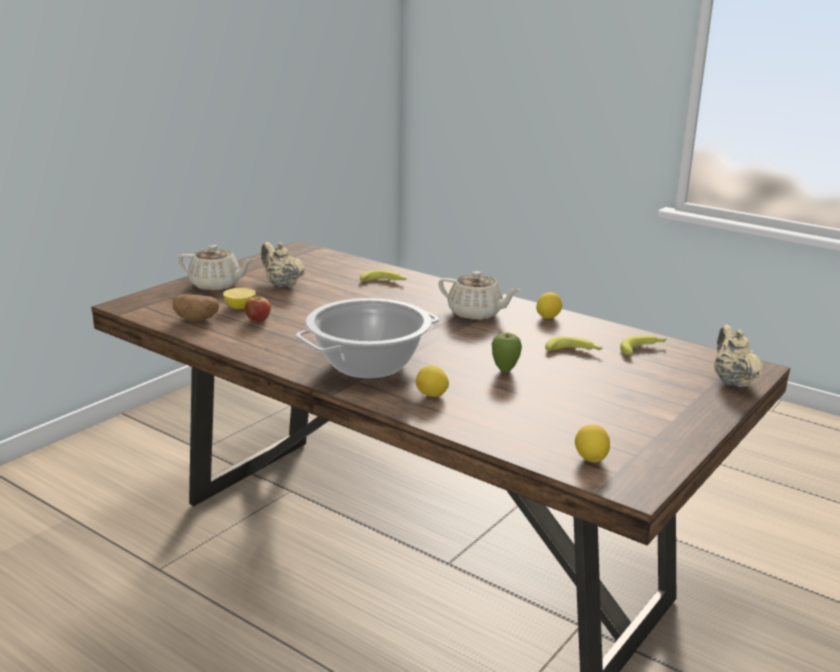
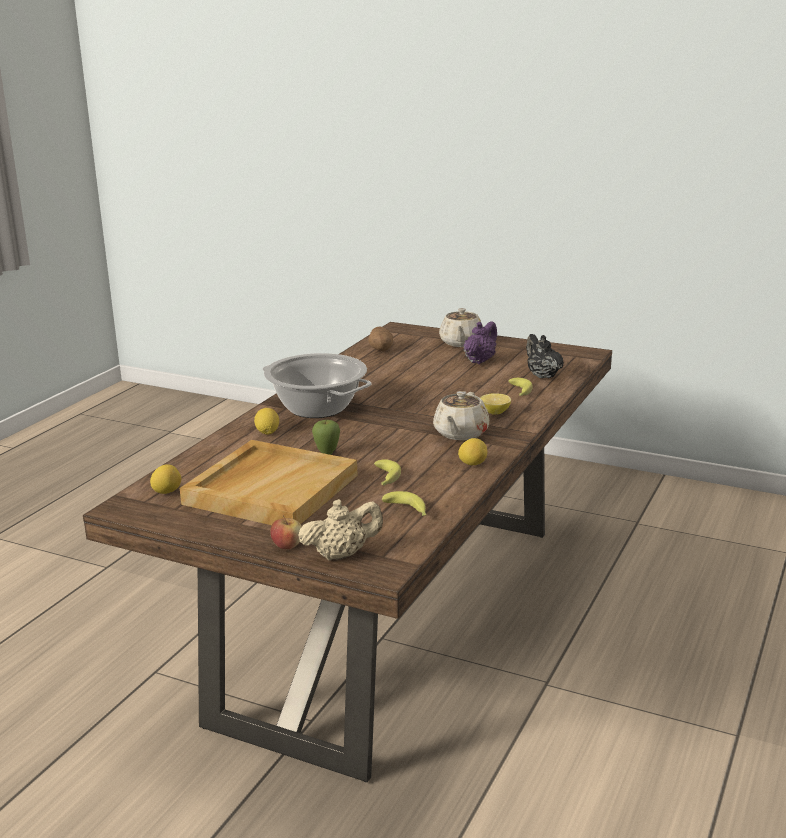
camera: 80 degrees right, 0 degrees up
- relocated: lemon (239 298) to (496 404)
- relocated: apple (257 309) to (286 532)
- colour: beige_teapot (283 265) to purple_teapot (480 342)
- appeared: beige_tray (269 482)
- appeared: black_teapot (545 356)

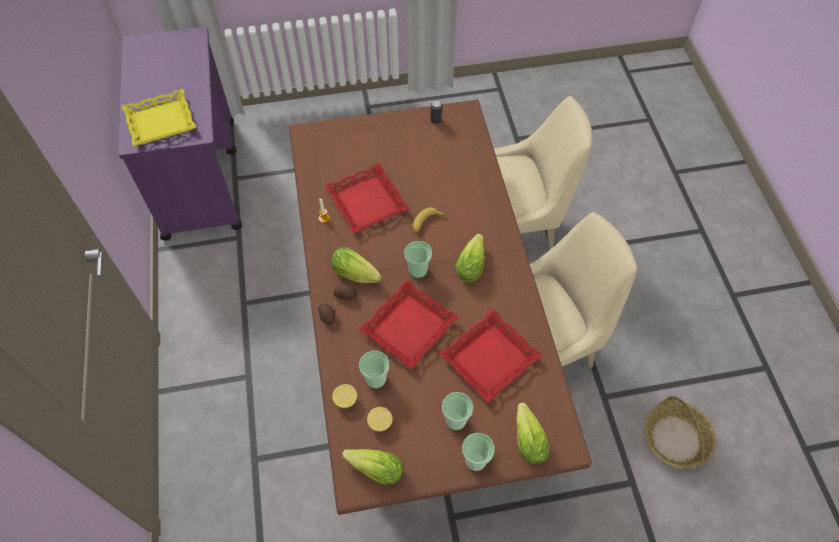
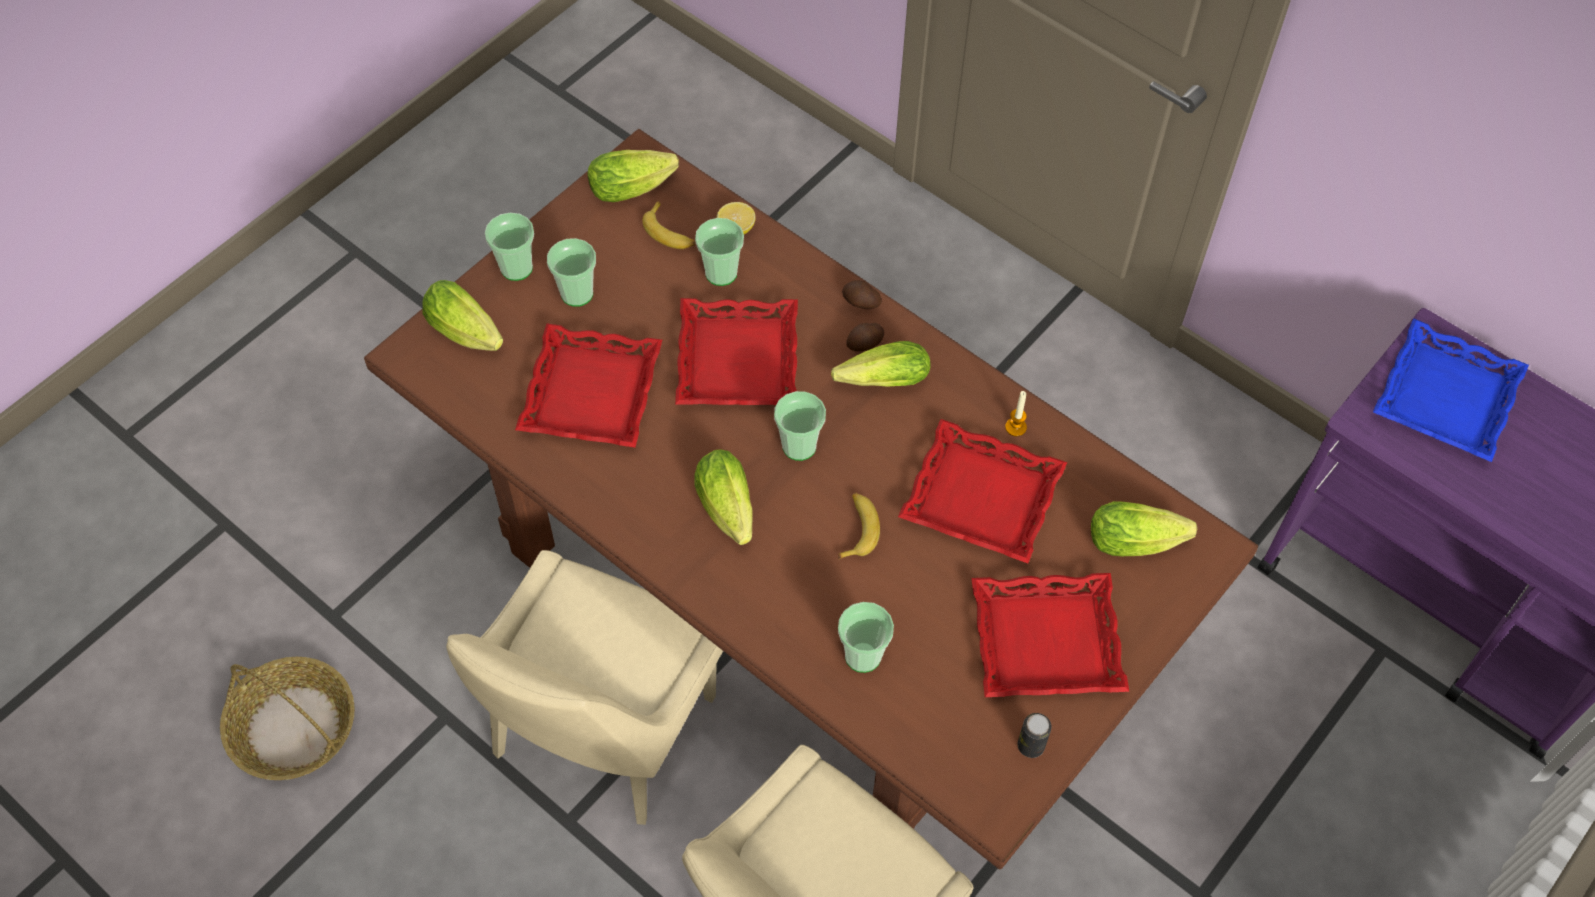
camera: 140 degrees right, 0 degrees up
- colour: yellow_tray (159 117) to blue_tray (1451 390)
- exchanged: lemon (380 419) to banana (668 225)
- appeared: cup (866 637)
- appeared: red_tray (1050 635)
- appeared: lettuce (1144 528)

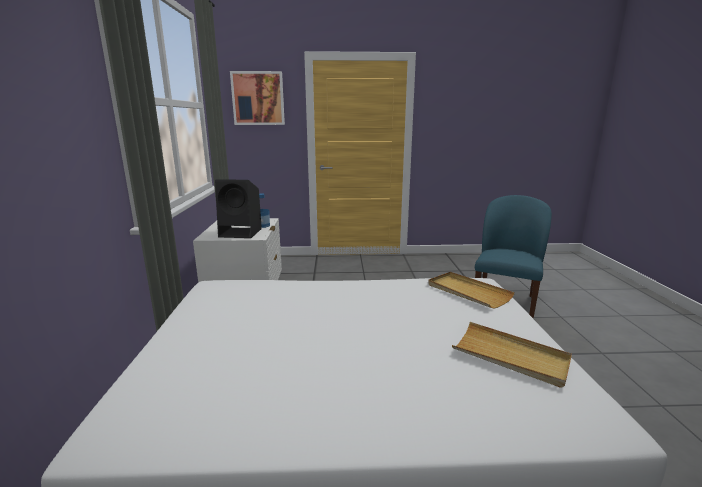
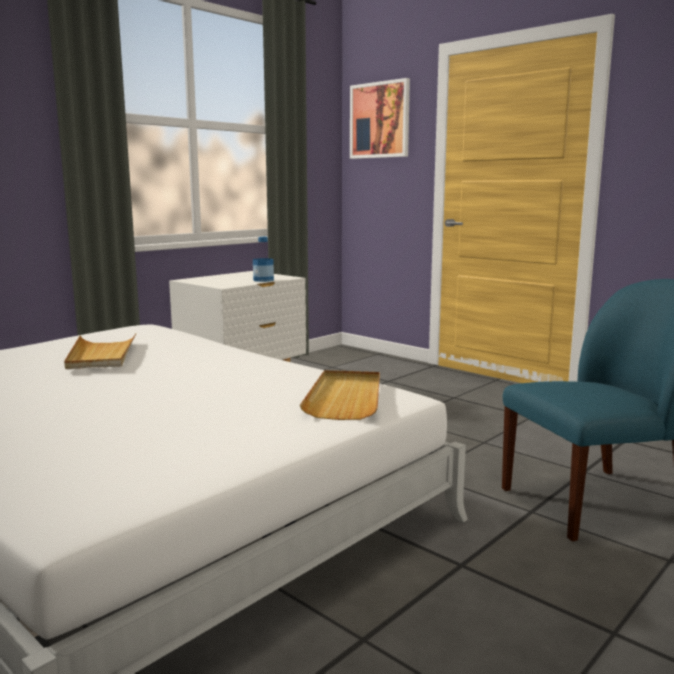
camera: 45 degrees right, 5 degrees down
- missing: black_speaker (238 208)
- relocated: beige_tray (512 355) to (100 351)

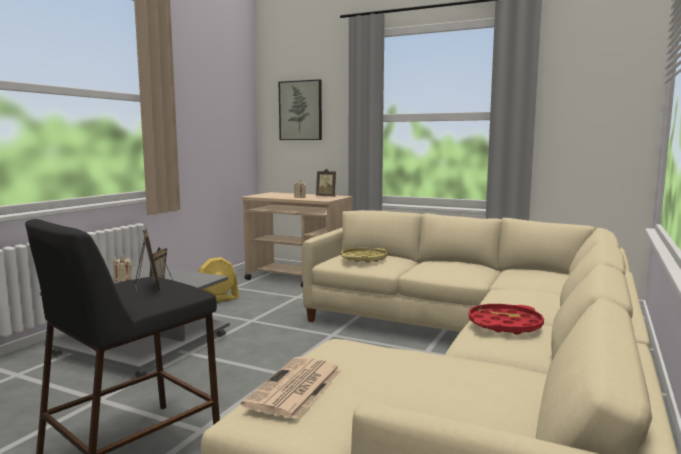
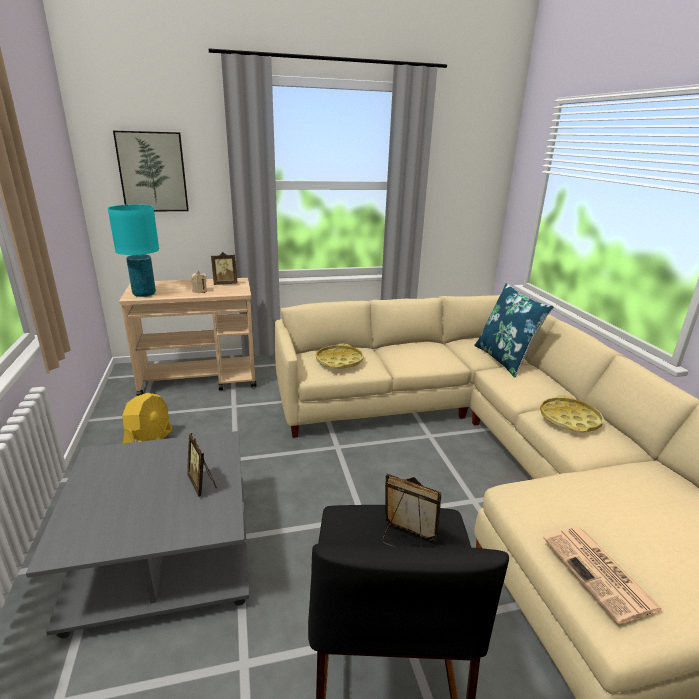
camera: 40 degrees left, 15 degrees up
- missing: beige_candle (122 269)
- colour: red_tray (506 319) to yellow_tray (572 413)
- appeared: turquoise_table_lamp (133 250)
- appeared: blue_pillow (514 330)

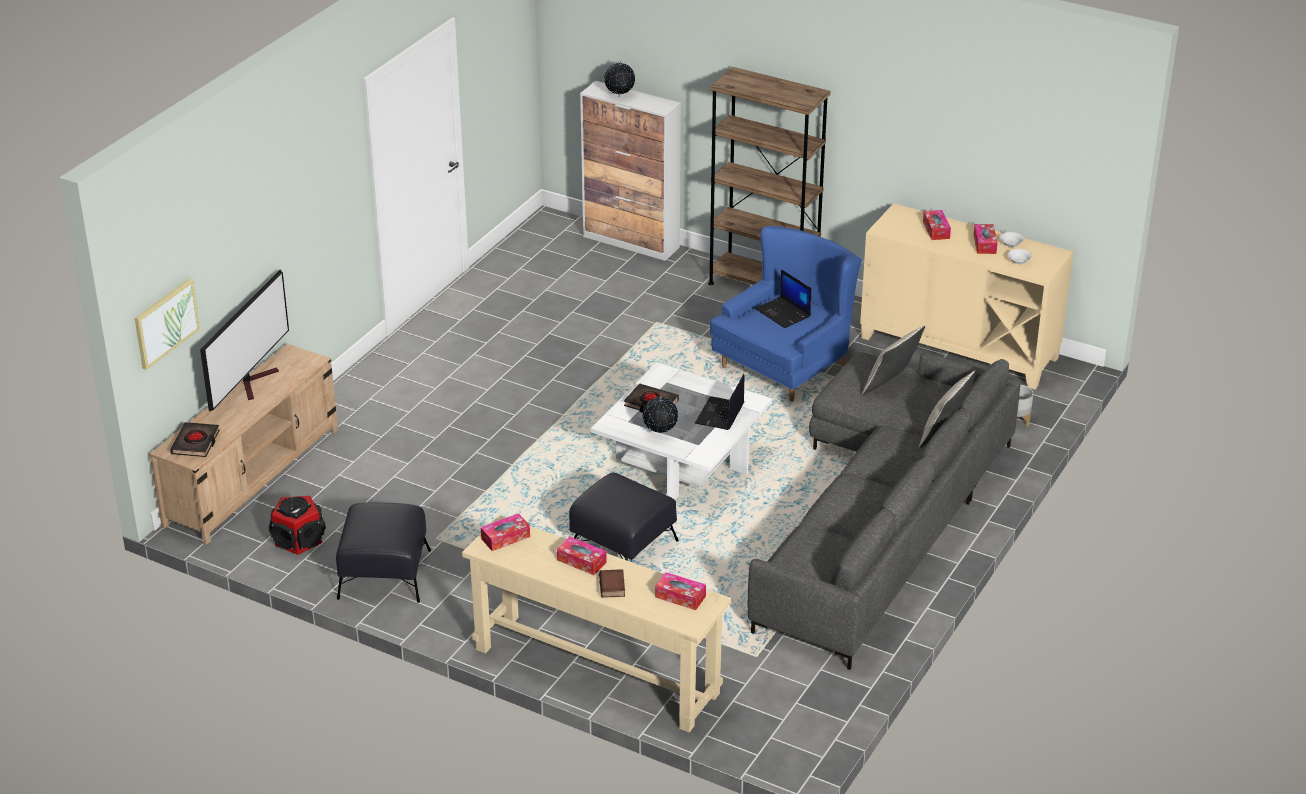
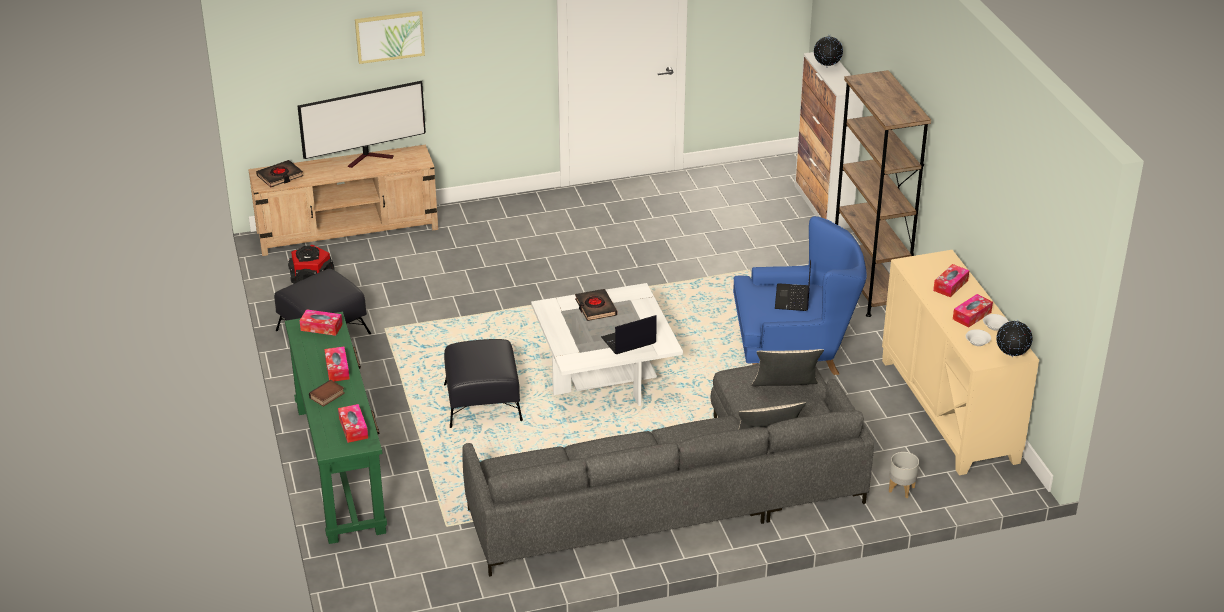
camera: 45 degrees right, 0 degrees up
- relocated: picture (167 324) to (390 37)
- colour: beige_console_table (596 624) to green_console_table (336 428)
- relocated: globe (660 415) to (1014 338)

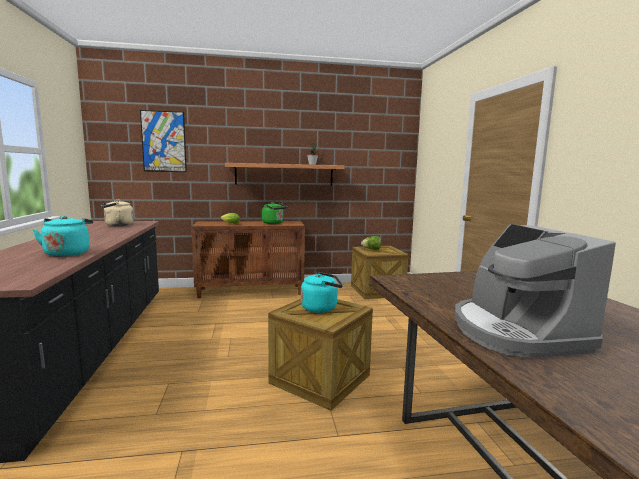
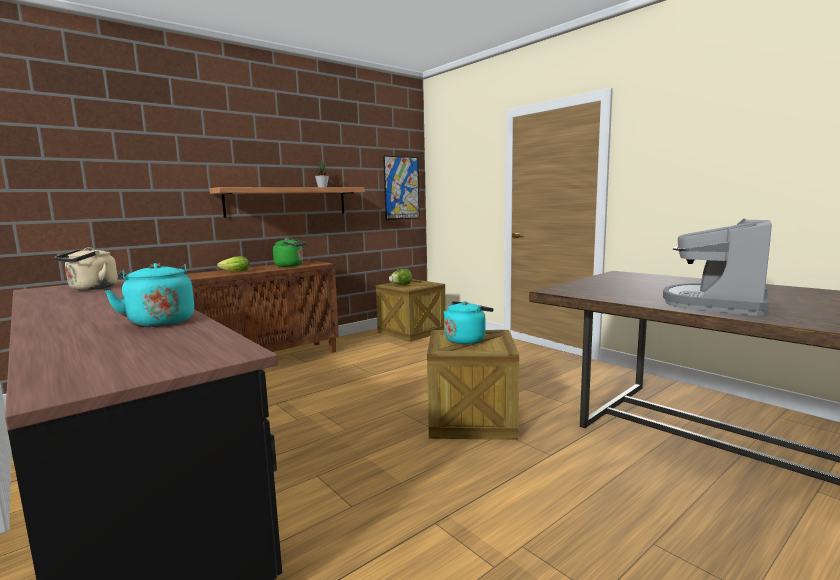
camera: 30 degrees left, 0 degrees up
- relocated: picture (163 141) to (401 188)
- spun: coffee_machine (535 291) = (717 267) 75 degrees clockwise

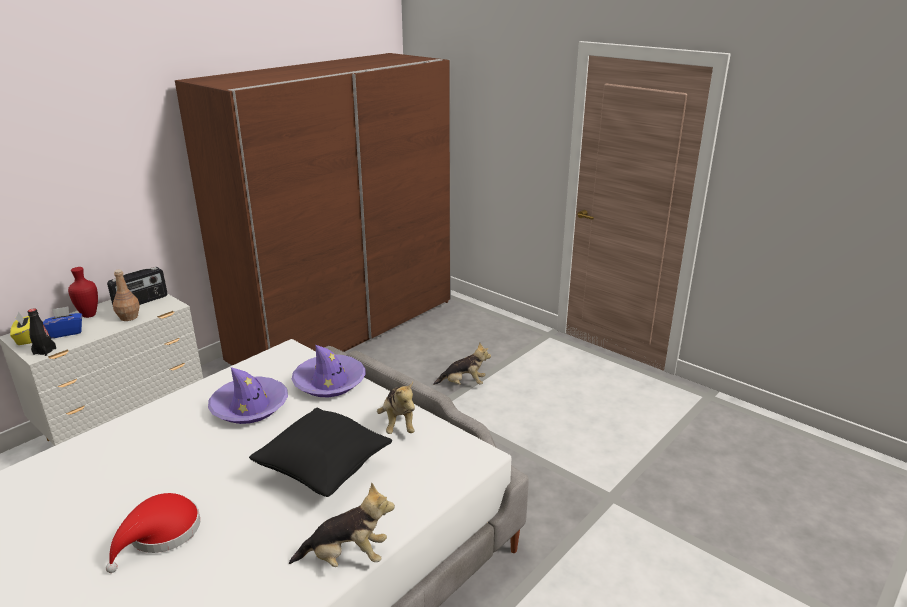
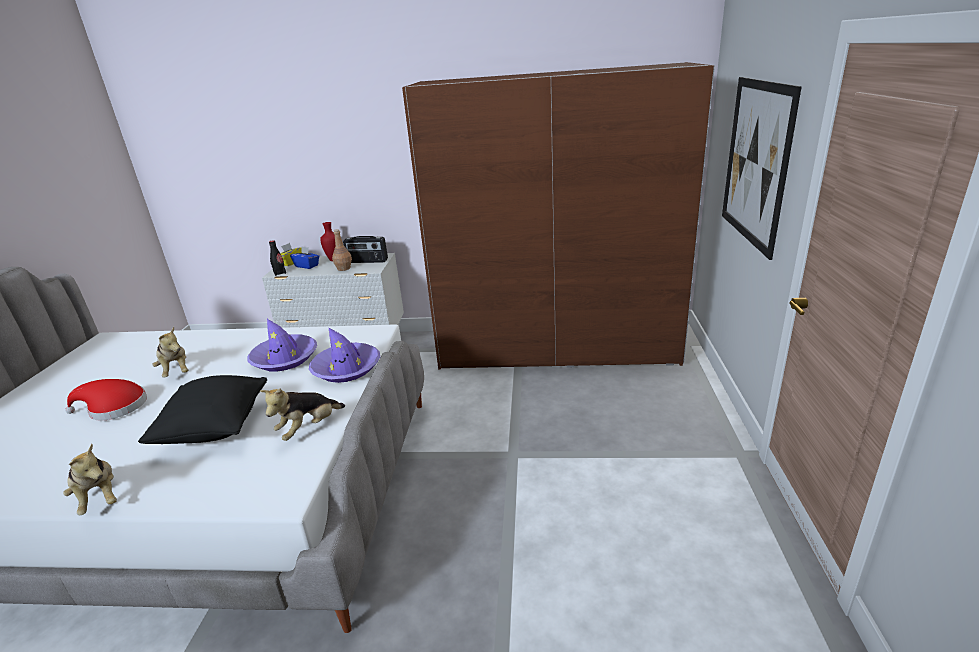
camera: 55 degrees right, 0 degrees up
- relocated: plush_toy (462 363) to (170 352)
- appeared: picture (762 168)

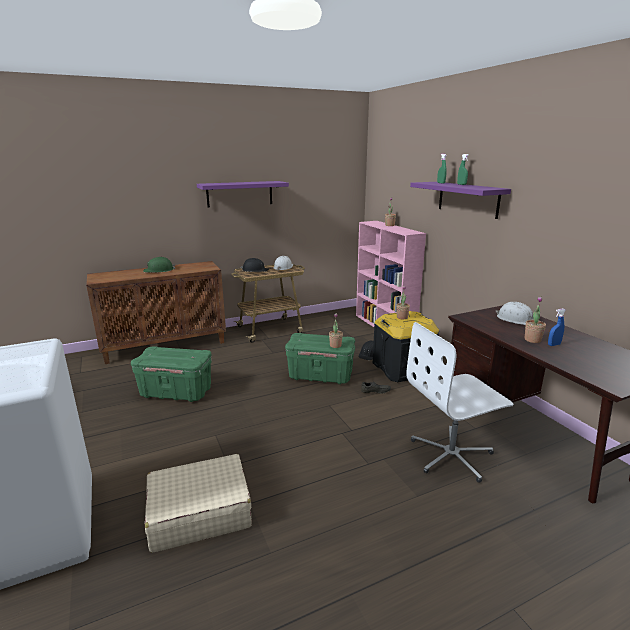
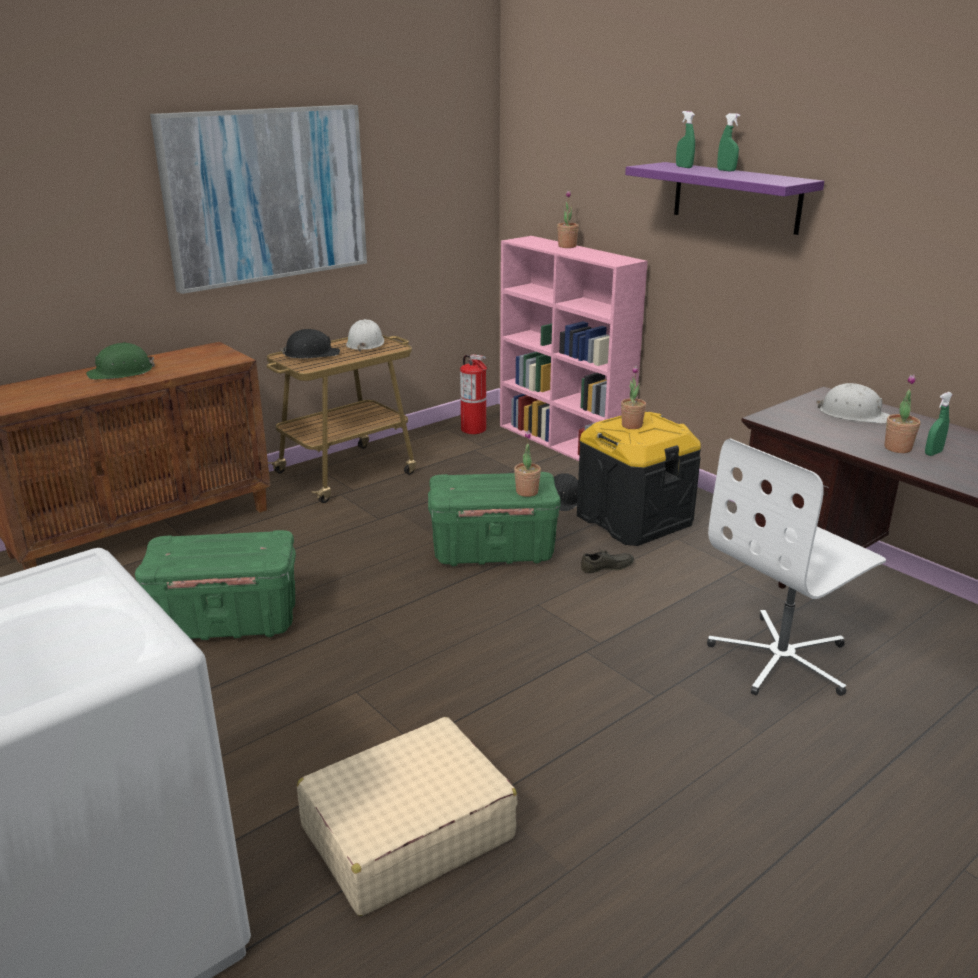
camera: 15 degrees left, 5 degrees up
- exchanged: purple_shelf (243 194) to picture (258 199)
- colour: blue_spray_bottle (557 327) to green_spray_bottle (939 424)
- appeared: fire_extinguisher (473 394)

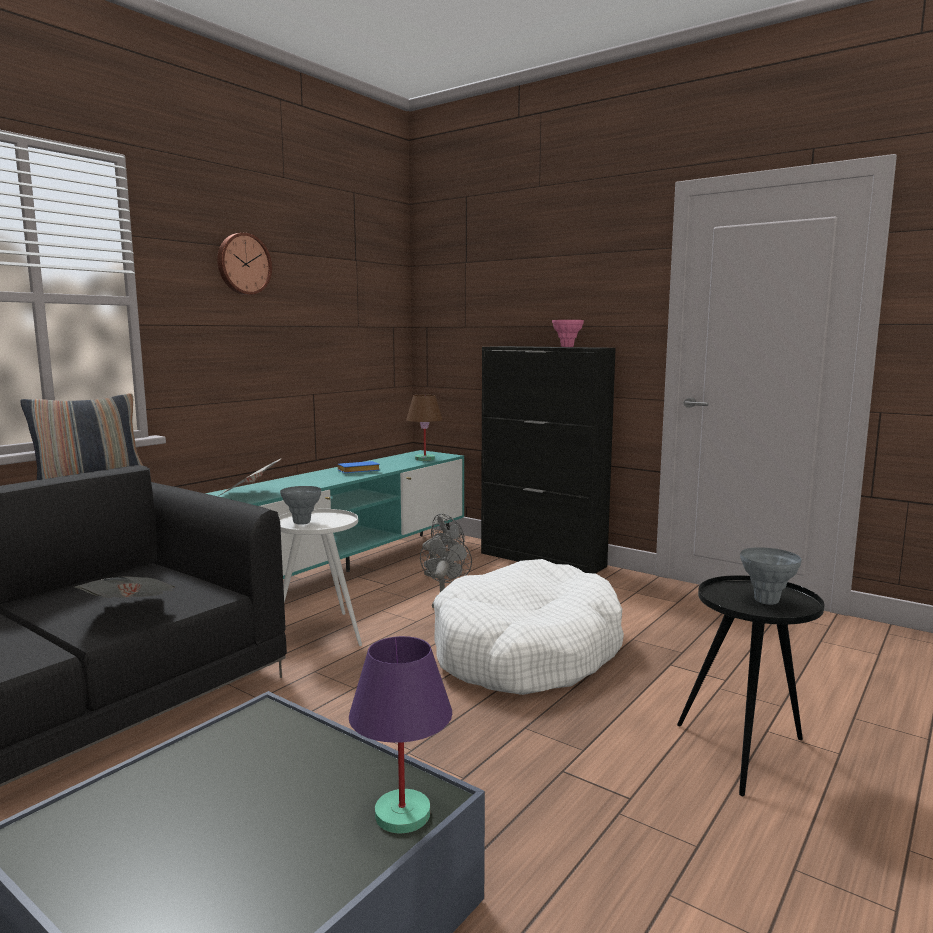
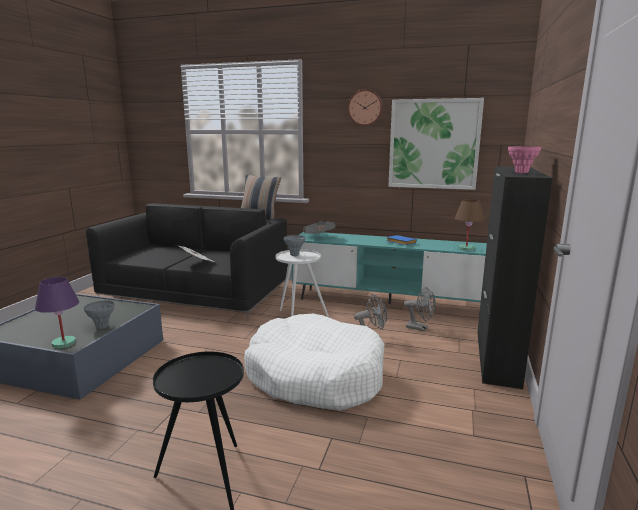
camera: 70 degrees right, 5 degrees up
- relocated: grey_vase (771 576) to (99 315)
- appeared: picture (436 144)

